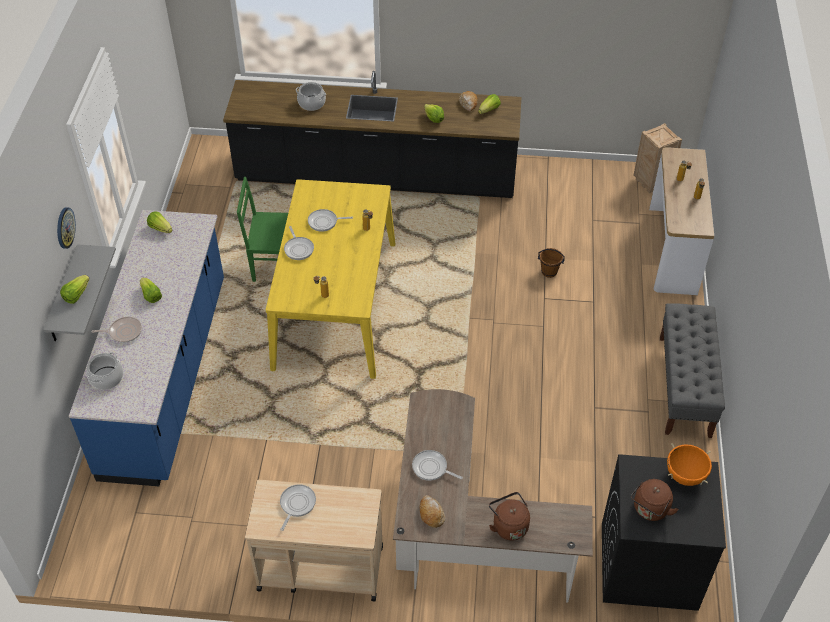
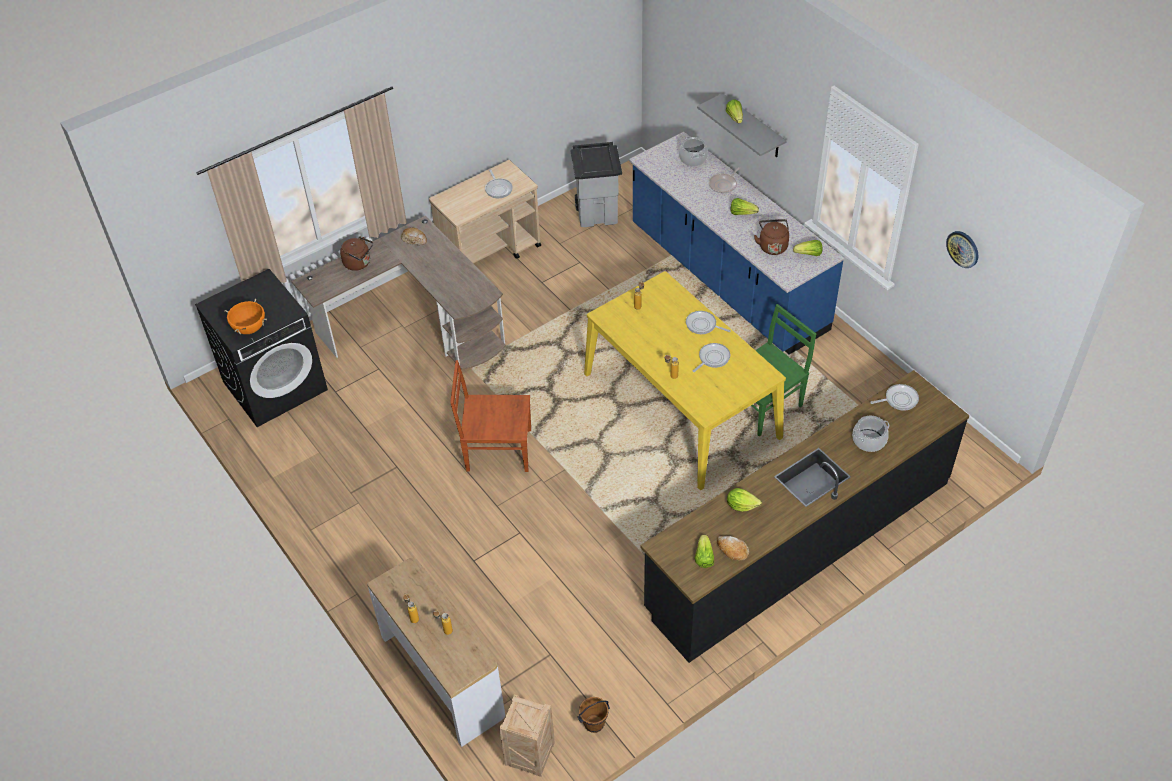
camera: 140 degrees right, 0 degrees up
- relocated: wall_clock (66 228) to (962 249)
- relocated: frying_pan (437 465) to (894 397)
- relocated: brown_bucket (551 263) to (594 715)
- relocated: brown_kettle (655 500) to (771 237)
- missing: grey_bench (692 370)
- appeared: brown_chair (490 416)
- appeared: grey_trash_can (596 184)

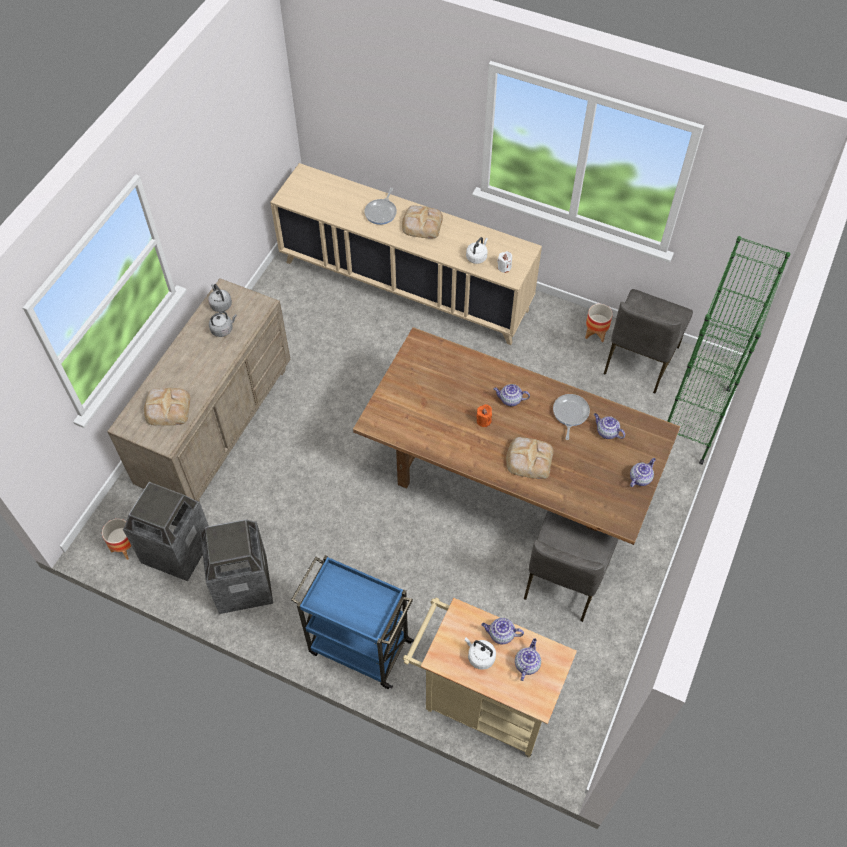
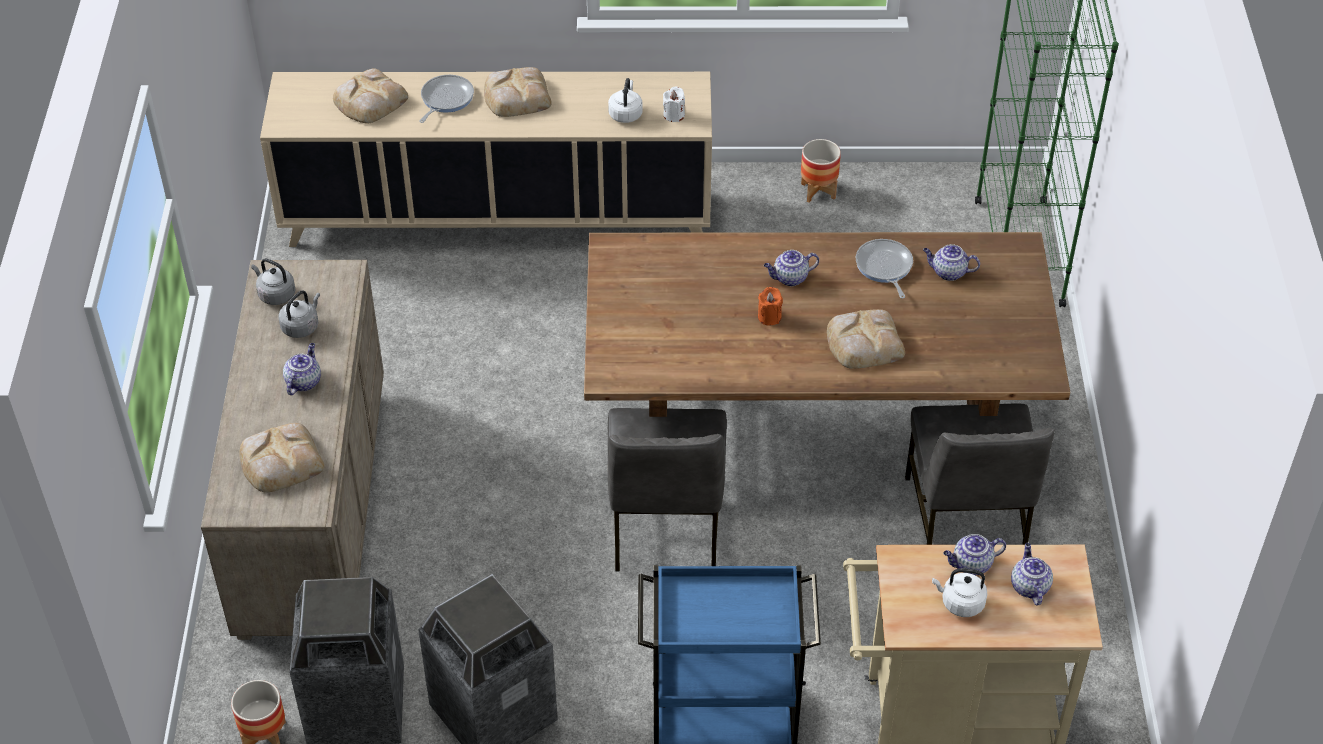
camera: 25 degrees left, 10 degrees down
- spun: frying_pan (380 206) = (446 99) 150 degrees counterclockwise
- relocated: grey_chair (648 341) to (667 489)
- relocated: teapot (643 472) to (302 369)
- appeared: bread (370 95)

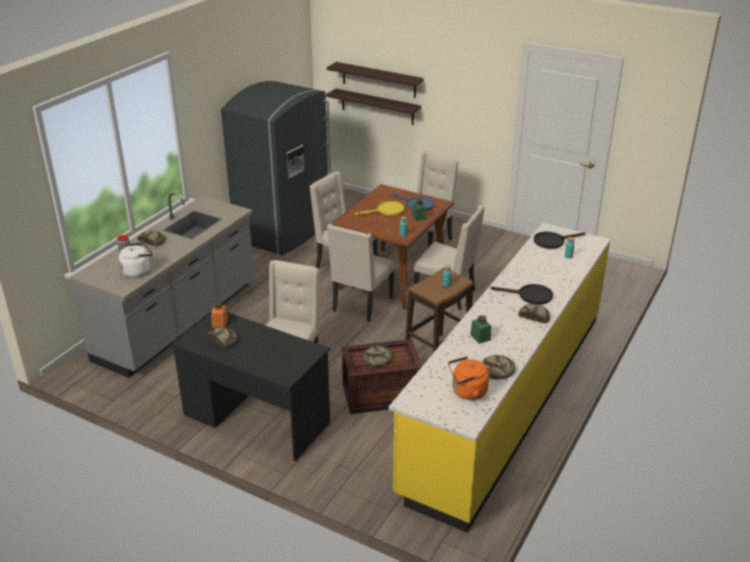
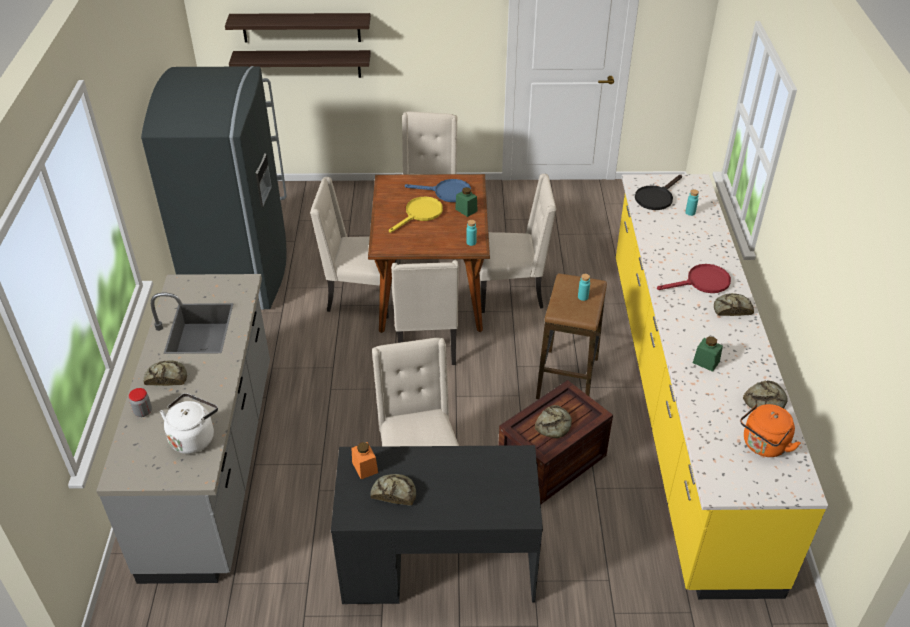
camera: 30 degrees left, 10 degrees up
- colour: black_frying_pan (522 294) to red_frying_pan (694 278)

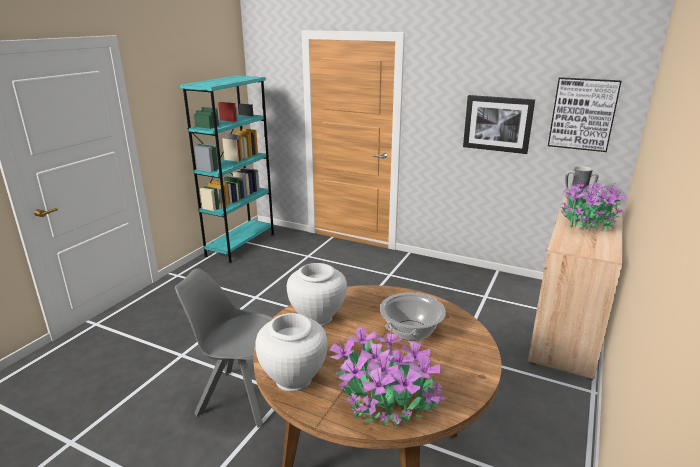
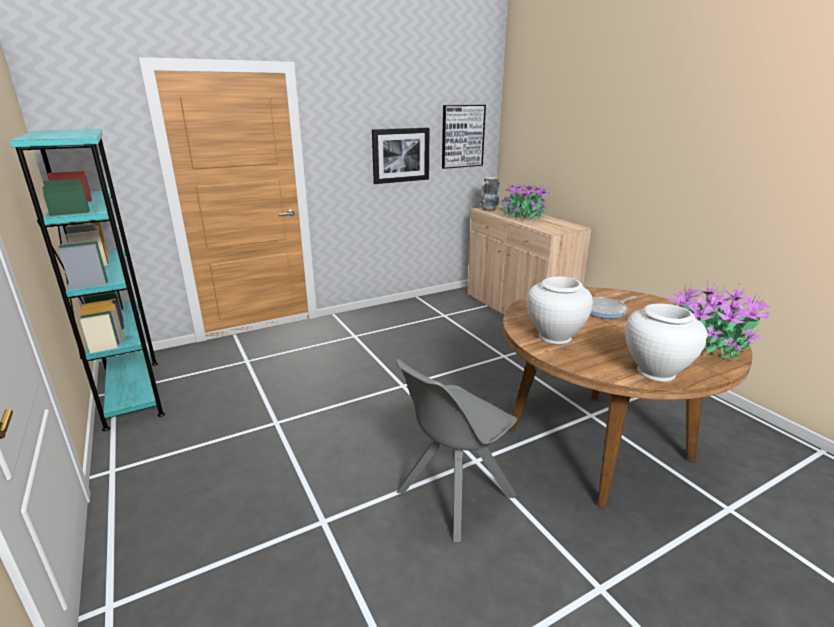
camera: 55 degrees left, 0 degrees up
- exchanged: cooking_pot (413 317) to frying_pan (613 307)

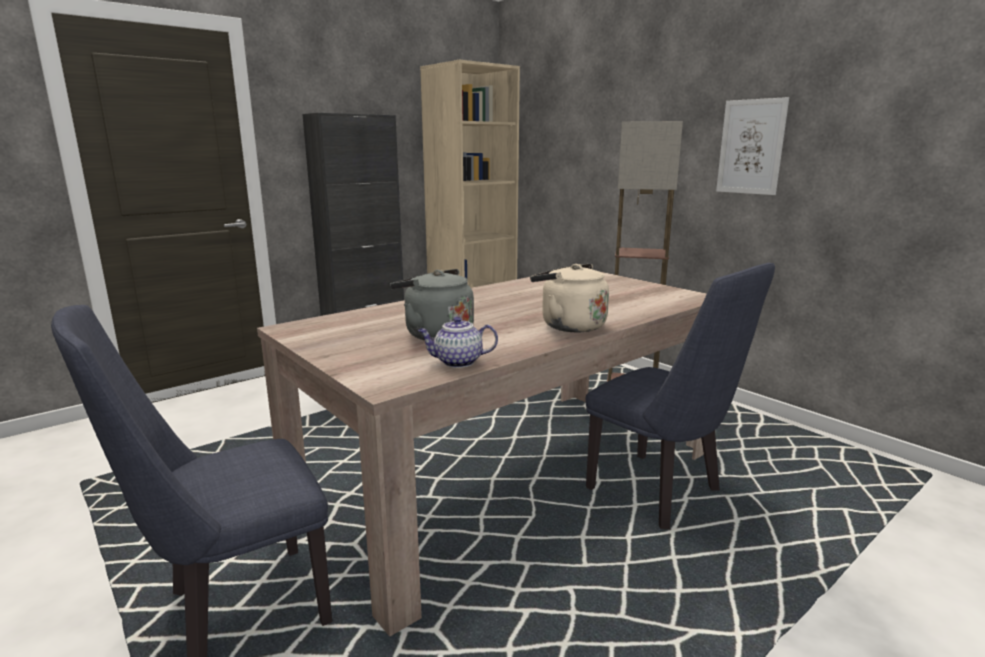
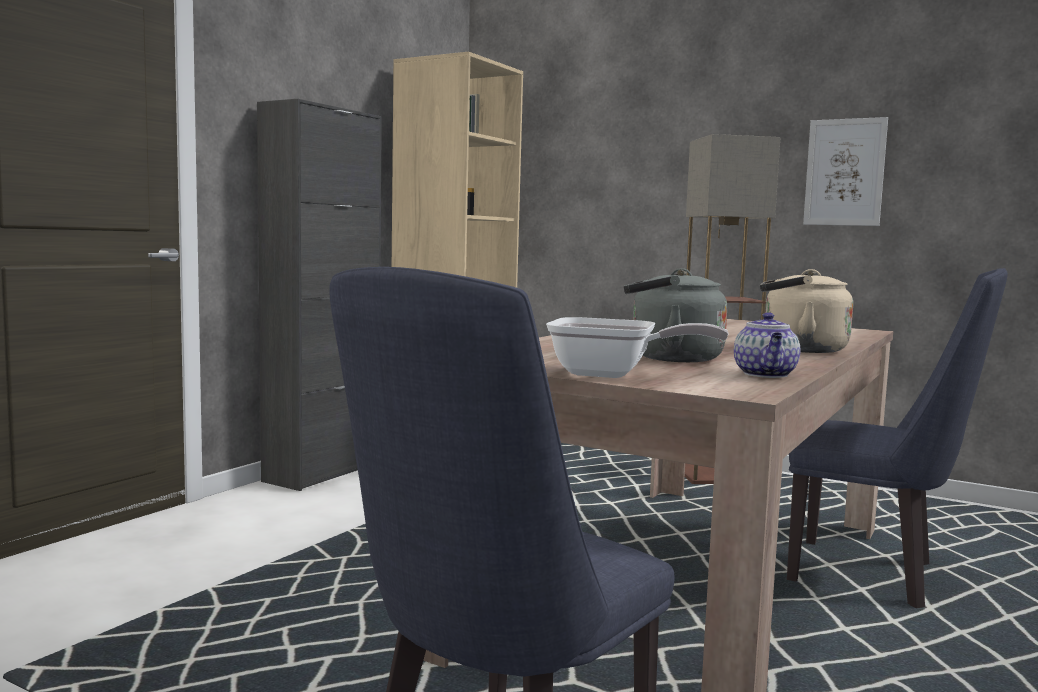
camera: 20 degrees left, 10 degrees down
- spun: teapot (458 342) = (767 345) 60 degrees counterclockwise
- appeared: frying_pan (637 347)

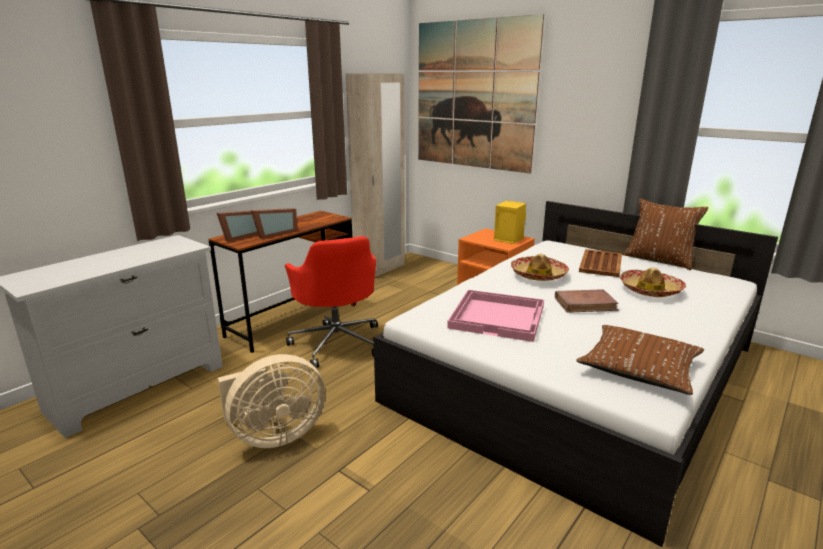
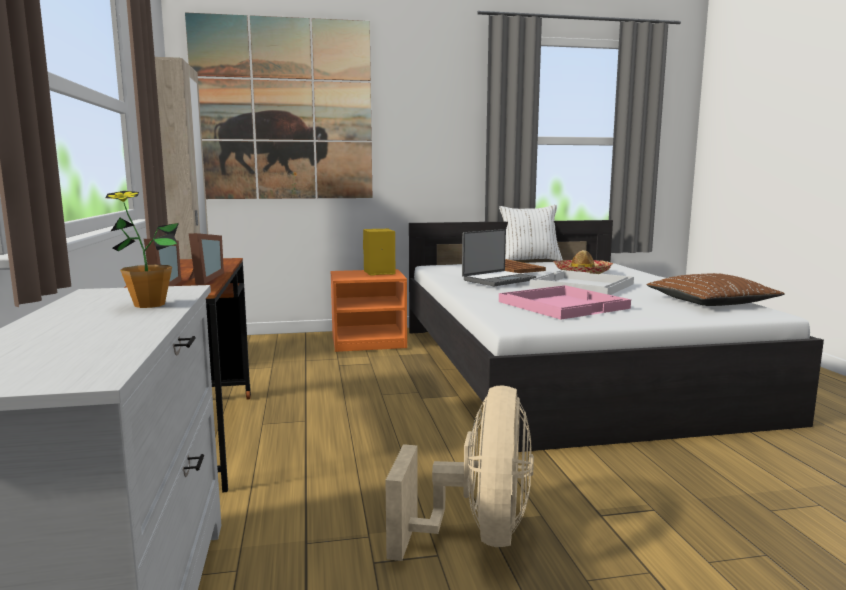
camera: 50 degrees left, 10 degrees down
- missing: red_office_chair (331 302)
- exchanged: hat (540 267) to laptop (499 257)
- exchanged: brown_book (587 301) to white_tray (581 282)
- colour: brown_pillow (665 234) to white_pillow (531 233)
- appeared: potted_plant (142 249)

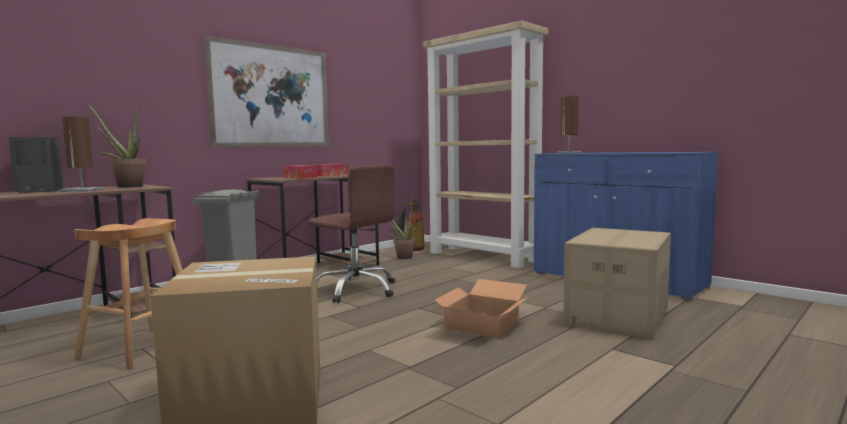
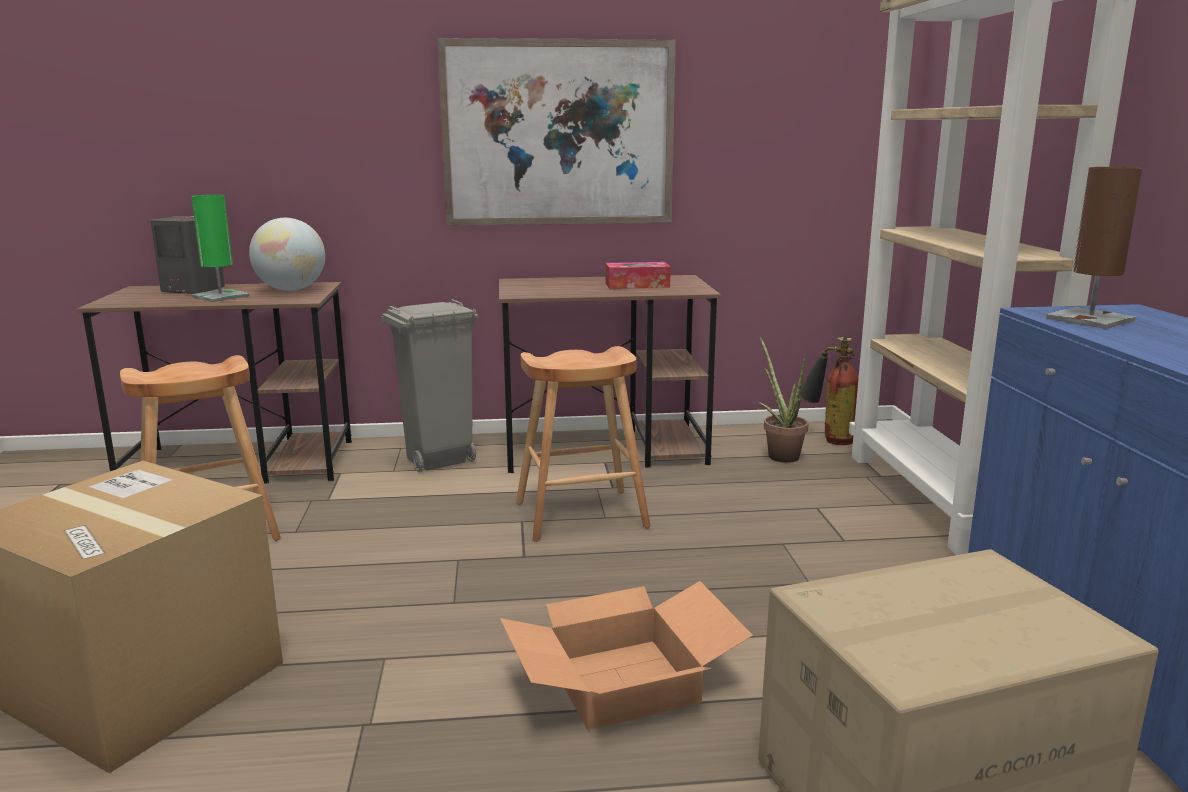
camera: 40 degrees right, 10 degrees up
- colour: brown_table_lamp (82 154) to green_table_lamp (220 248)
- exchanged: potted_plant (117 146) to globe (287 254)
- missing: tissue_box (300 172)
- exchanged: brown_office_chair (351 234) to brown_stool (583 444)

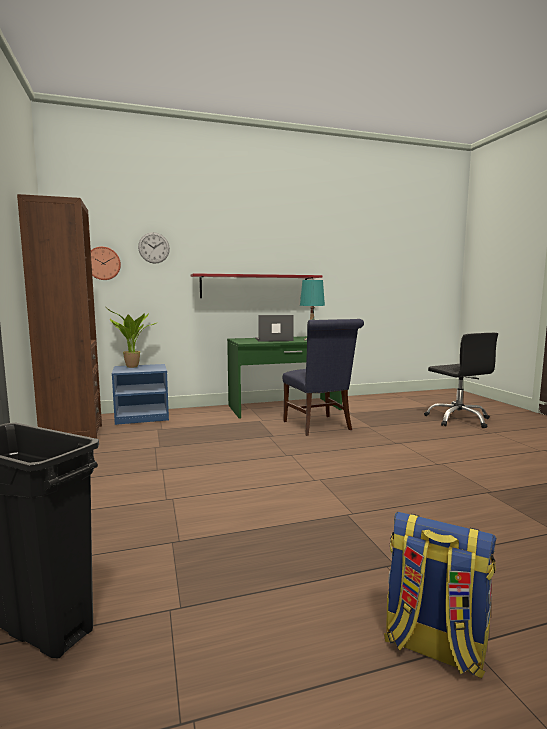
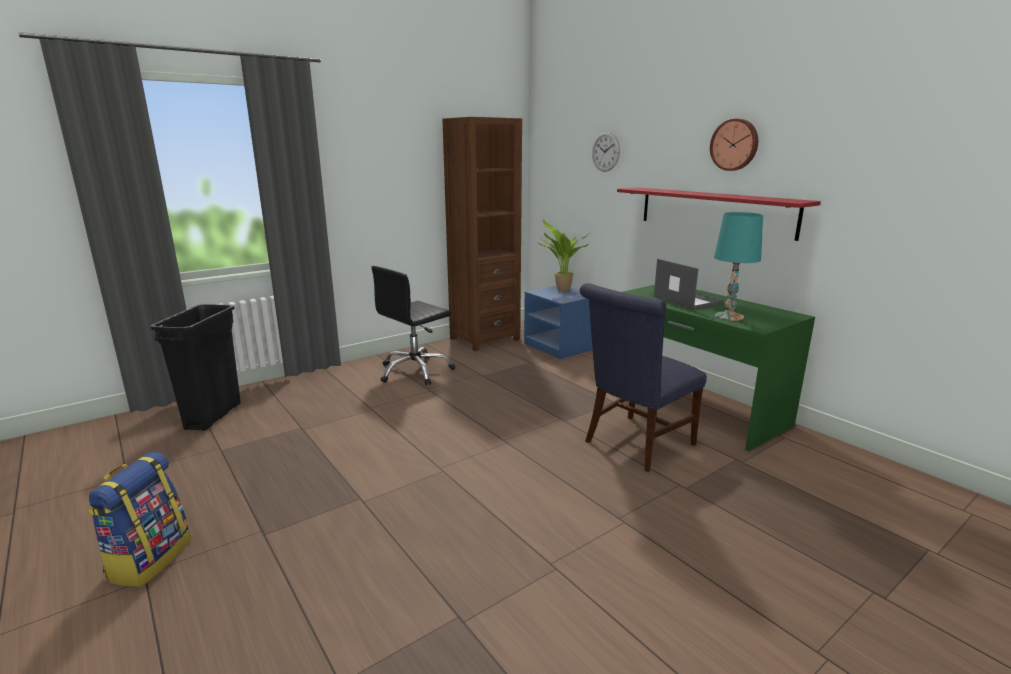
camera: 70 degrees right, 10 degrees up
- relocated: wall_clock (106 263) to (734 145)
- relocated: black_office_chair (461 380) to (413 325)

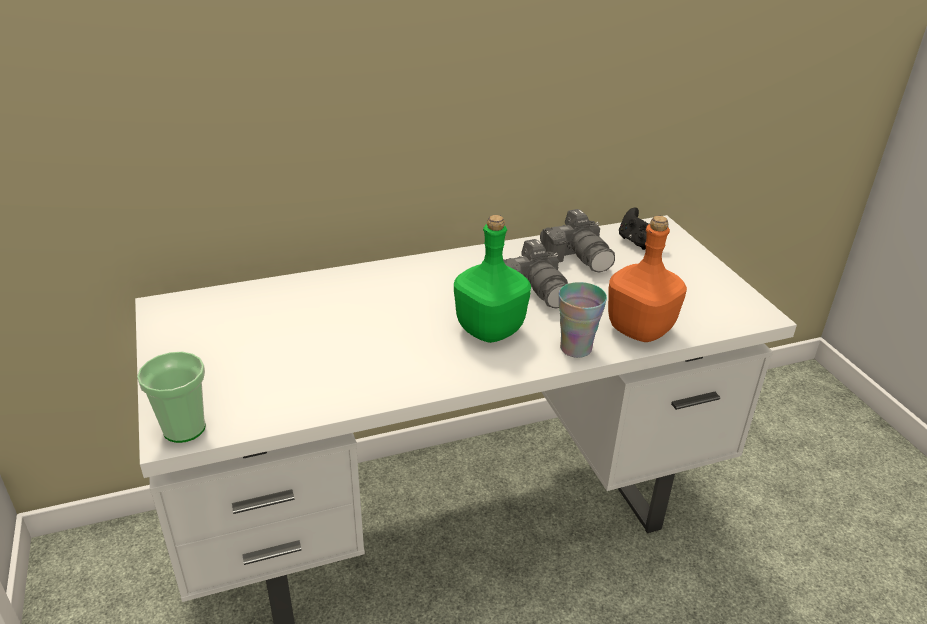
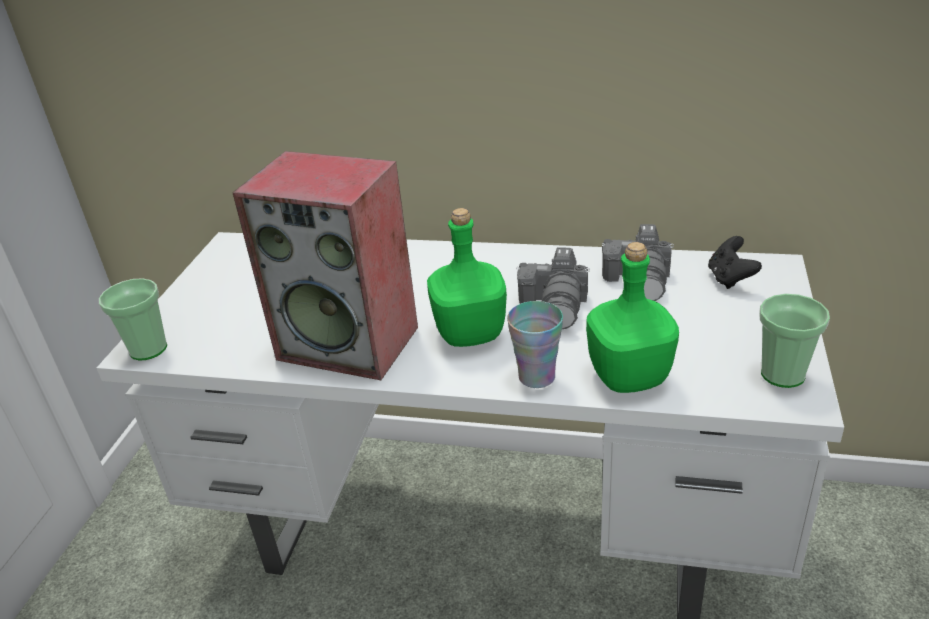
camera: 35 degrees right, 0 degrees up
- colour: orange_bottle (647 279) to green_bottle (632 317)
- appeared: speaker (325 265)
- appeared: cup (794 341)

